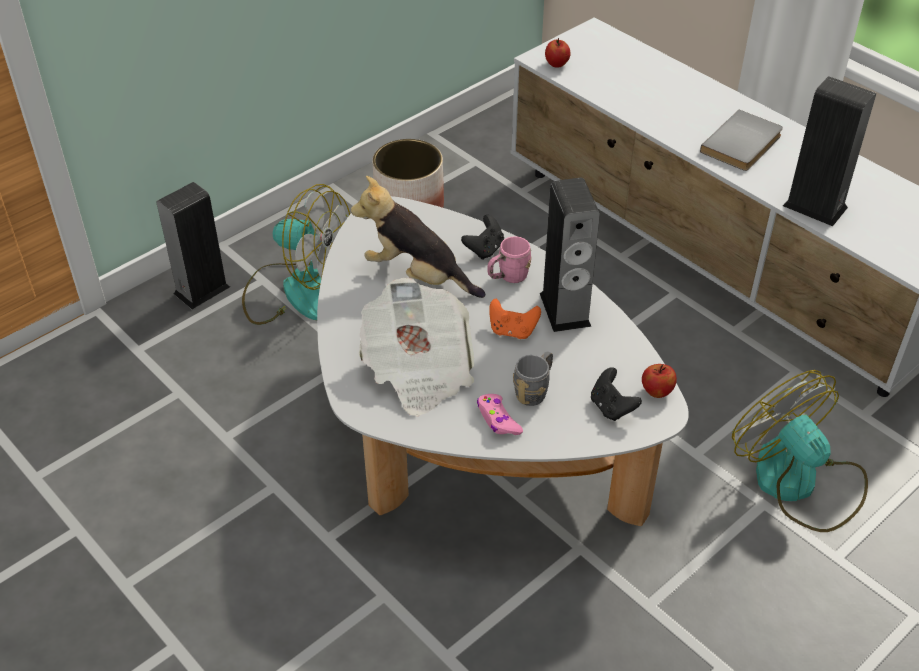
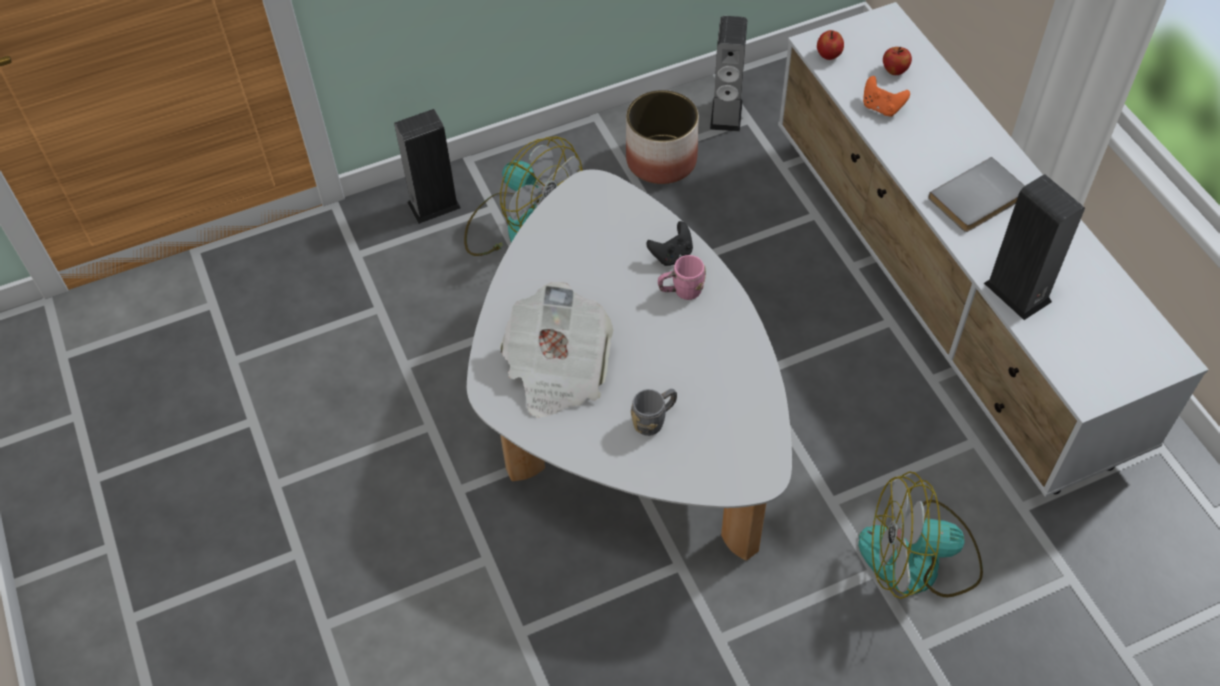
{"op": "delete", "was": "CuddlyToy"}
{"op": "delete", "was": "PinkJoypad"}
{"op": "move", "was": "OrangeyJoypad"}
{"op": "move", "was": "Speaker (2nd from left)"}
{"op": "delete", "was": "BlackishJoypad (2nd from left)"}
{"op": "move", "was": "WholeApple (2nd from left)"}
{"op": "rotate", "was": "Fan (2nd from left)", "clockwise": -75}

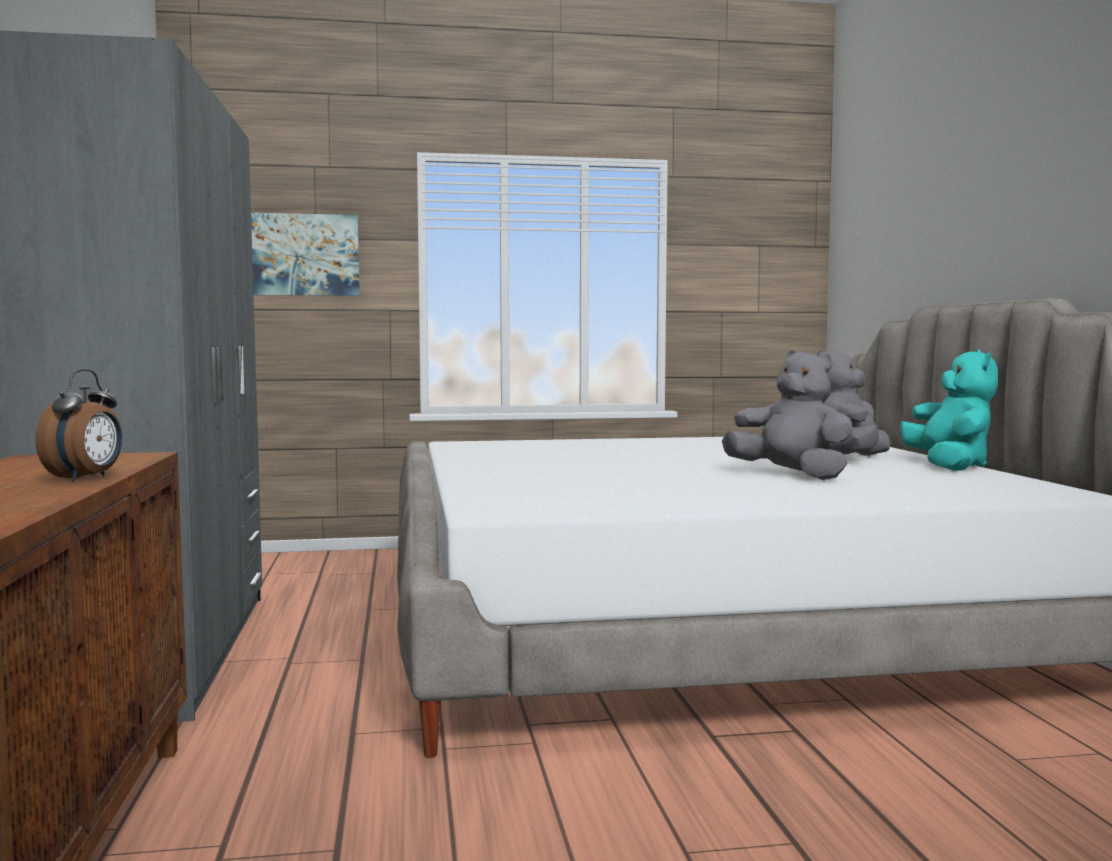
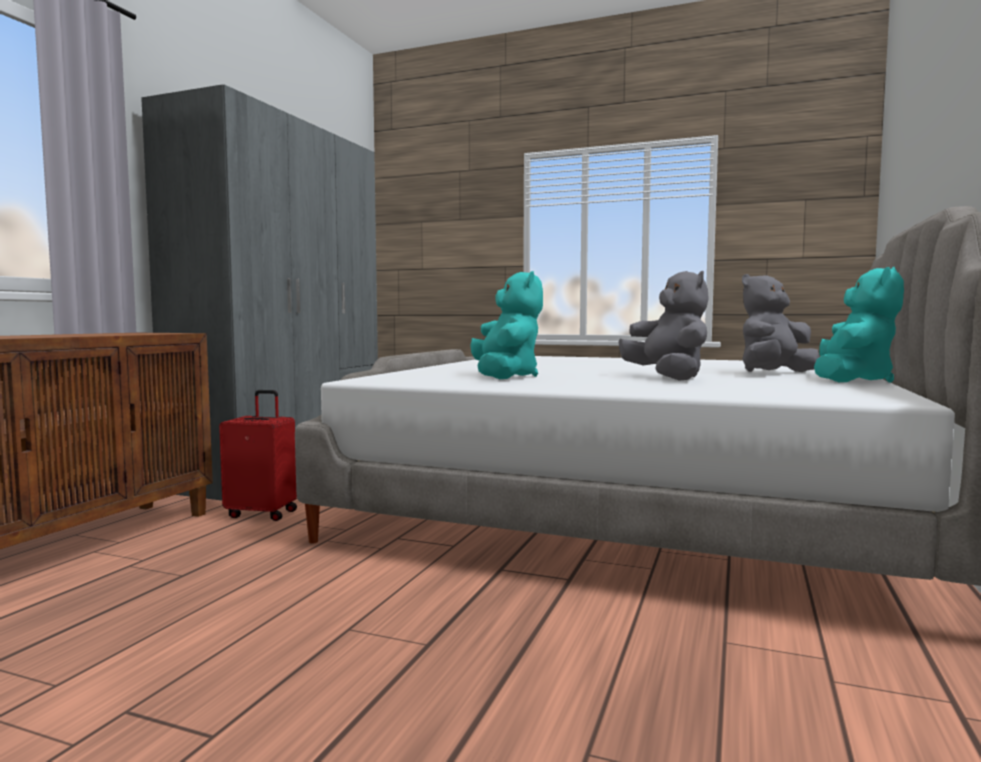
{"op": "delete", "was": "TableClock"}
{"op": "delete", "was": "WallPicture"}
{"op": "insert", "now": "RedColouredSuitcase"}
{"op": "insert", "now": "TurquoiseCuddlyToy (1st from left)"}

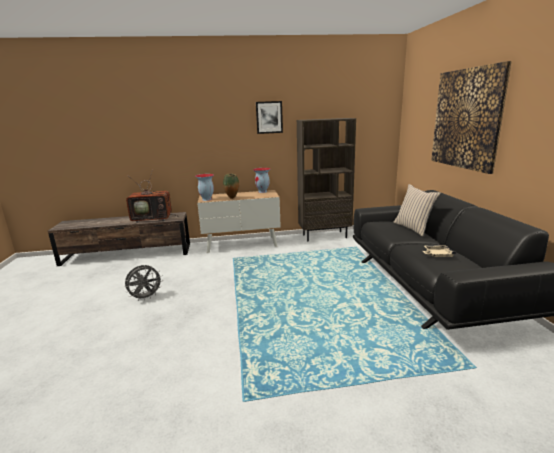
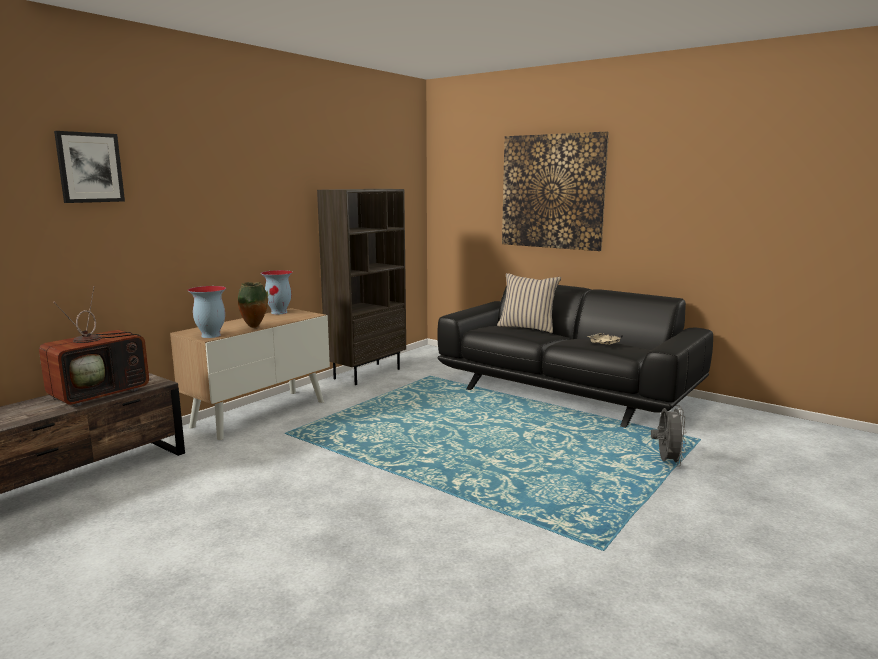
{"op": "move", "was": "GreyishFan"}
{"op": "move", "was": "WallPicture (1st from left)"}

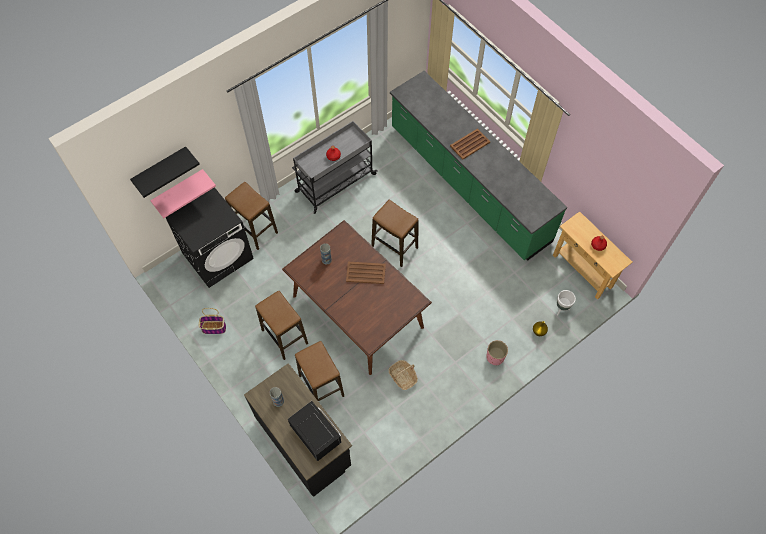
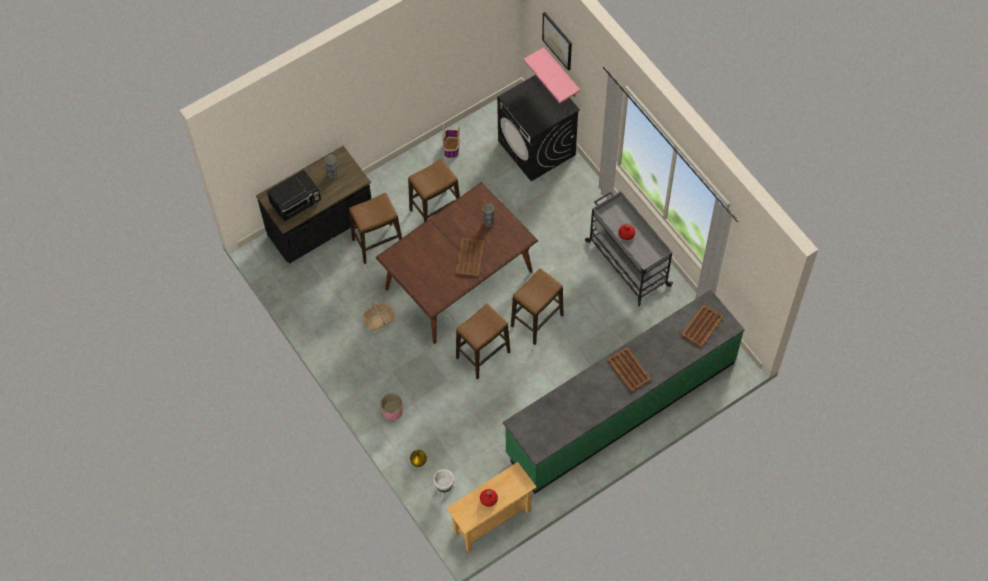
{"op": "replace", "was": "BlackishWallShelf", "now": "WallPicture"}
{"op": "move", "was": "StoolSeat (1st from left in the first image)", "now": "StoolSeat (3rd from left)"}
{"op": "insert", "now": "BrownColouredCarryingTray (3rd from left)"}

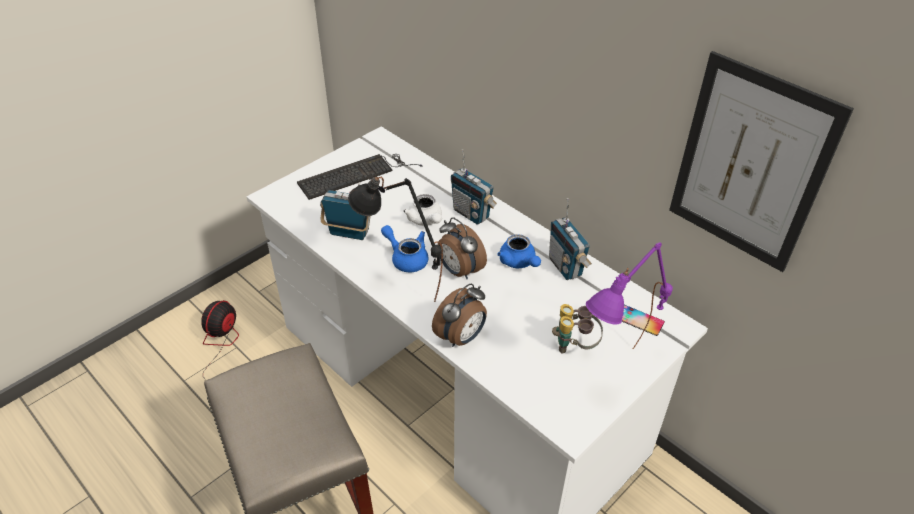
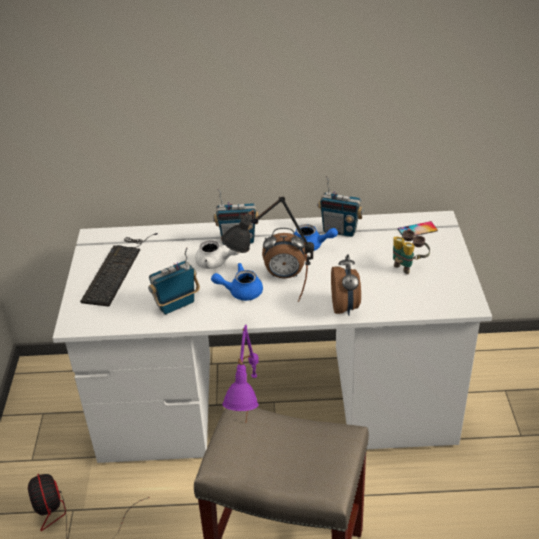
{"op": "move", "was": "PurpleTabletopLamp"}
{"op": "delete", "was": "WallPicture"}

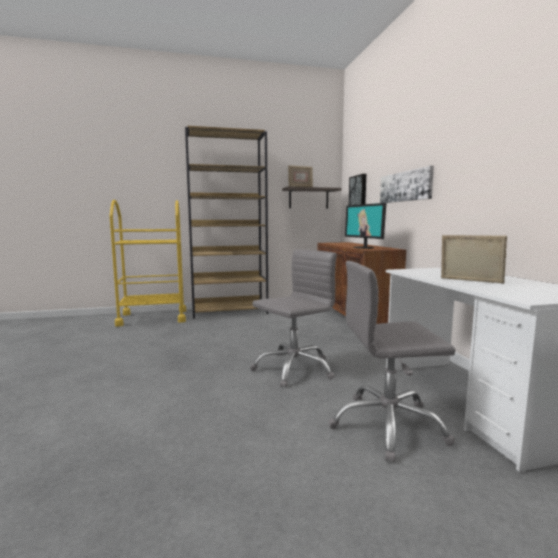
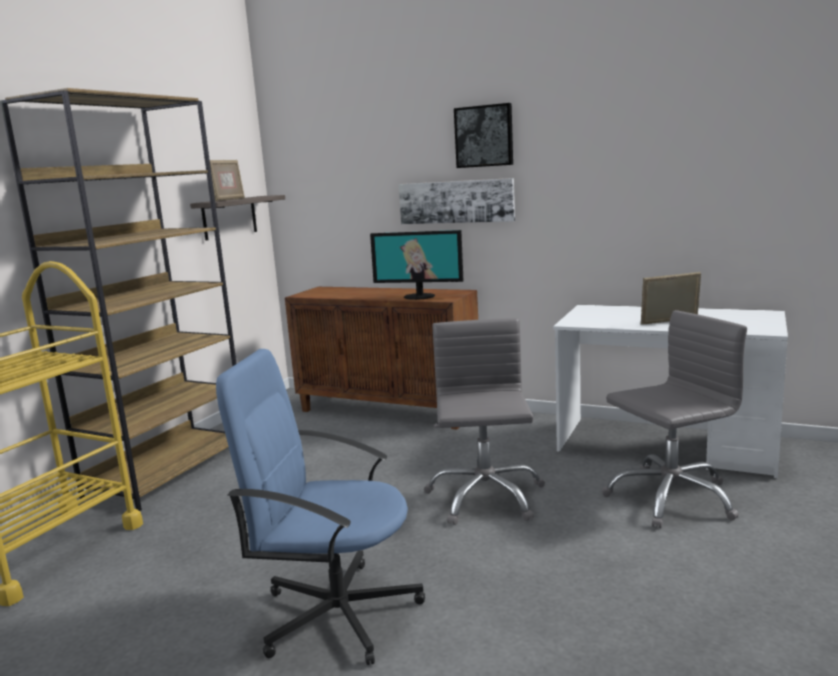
{"op": "rotate", "was": "GreyishOfficeChair (2nd from left)", "clockwise": -150}
{"op": "move", "was": "WallPicture (1st from left in the first image)", "now": "WallPicture (2nd from left)"}
{"op": "insert", "now": "BlueColouredOfficeChair"}

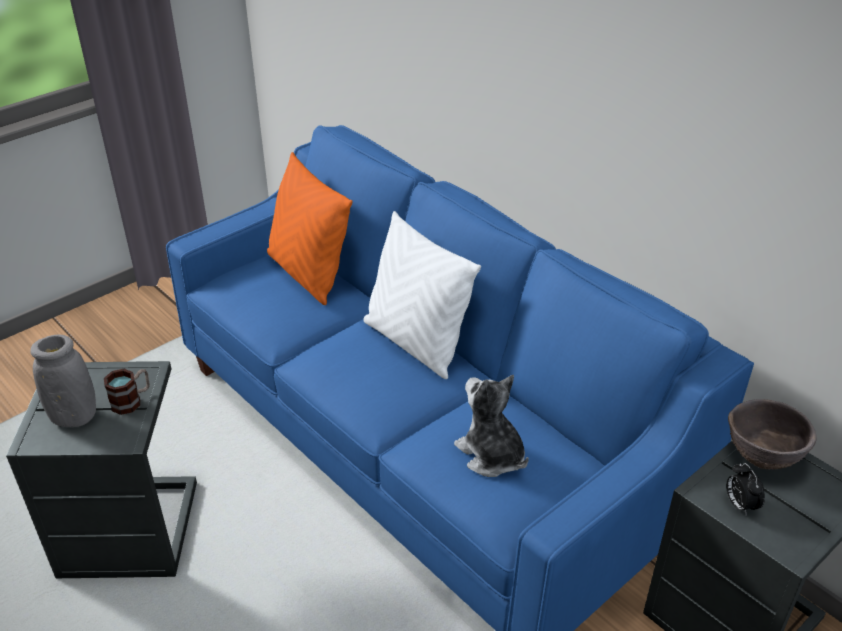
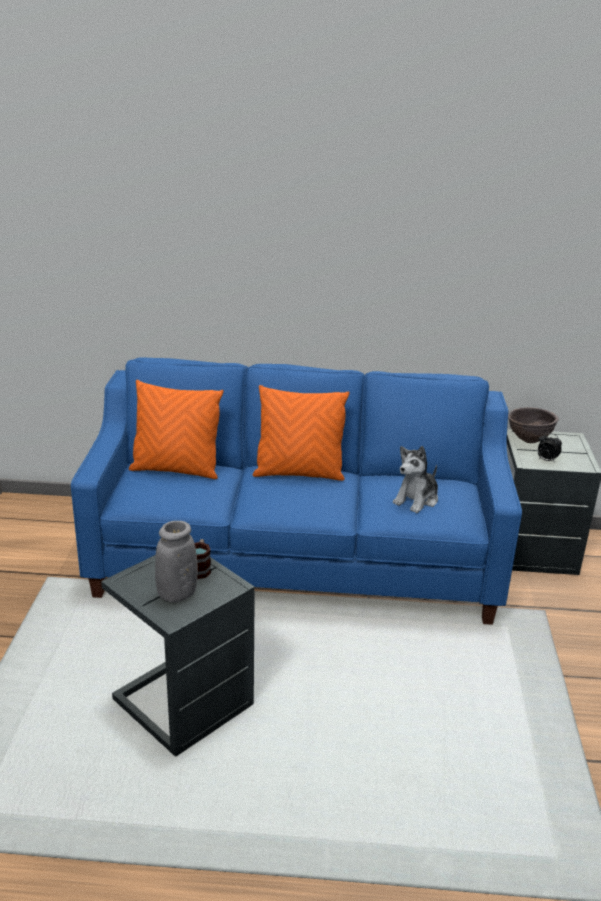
{"op": "recolor", "was": "WhiteColouredCushion", "now": "OrangeyCushion (2nd from left)"}
{"op": "rotate", "was": "CuddlyToy", "clockwise": -60}

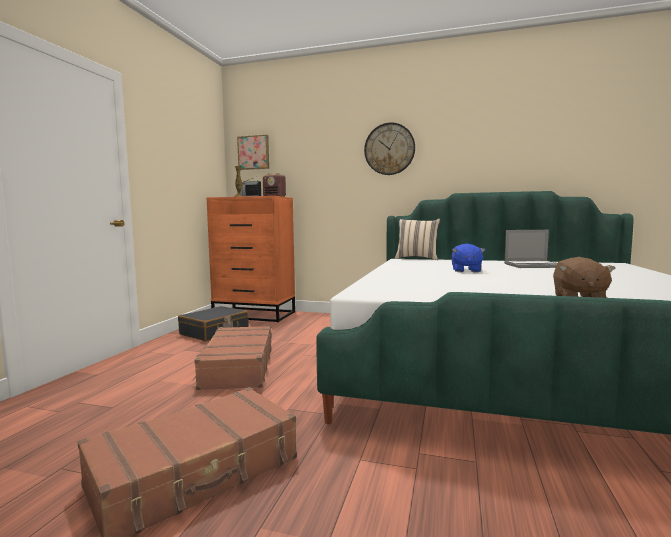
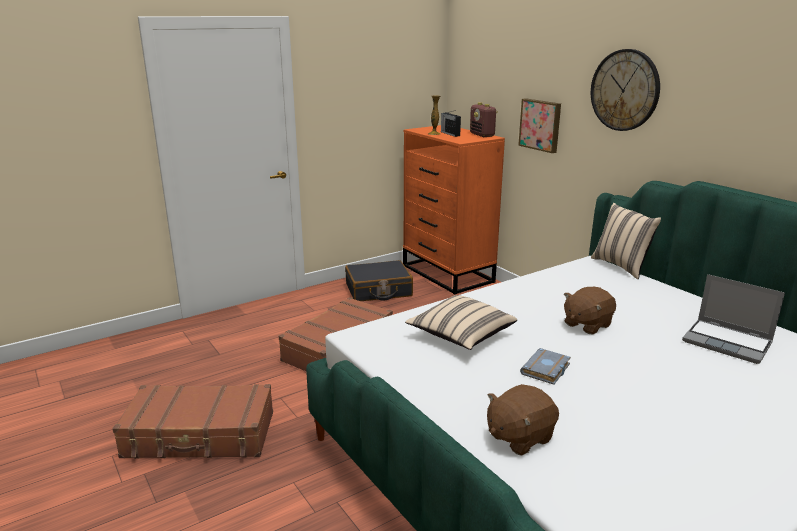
{"op": "move", "was": "WallPicture"}
{"op": "recolor", "was": "BlueColouredCuddlyToy", "now": "BrownColouredCuddlyToy (2nd from left)"}
{"op": "insert", "now": "BeigeColouredCushion (1st from left)"}
{"op": "insert", "now": "GreyishVolume"}

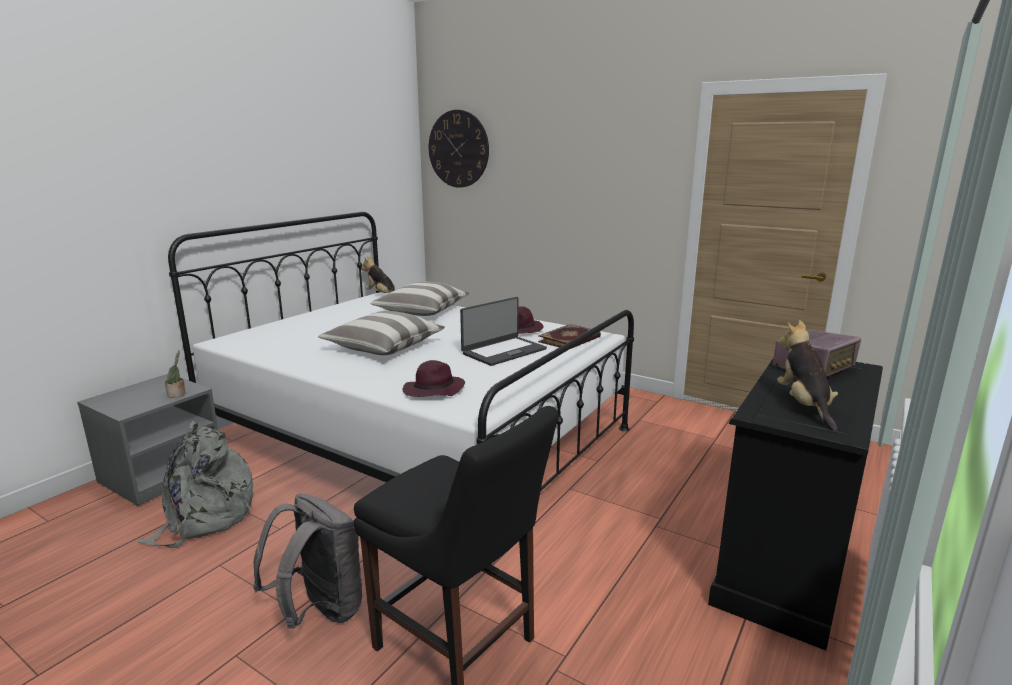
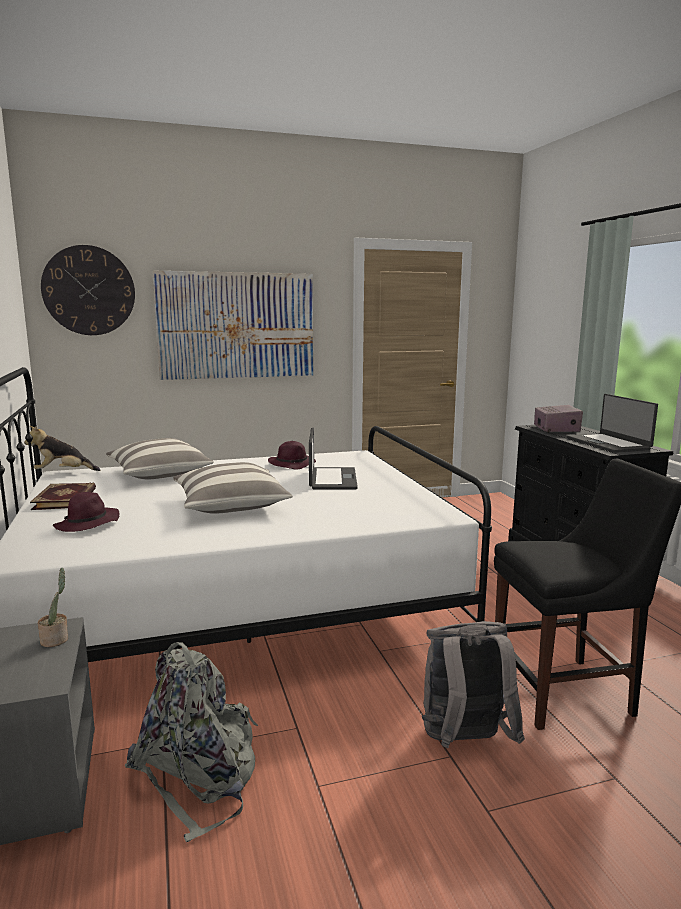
{"op": "move", "was": "PurpleClothingHat (1st from left)"}
{"op": "move", "was": "Volume"}
{"op": "replace", "was": "CuddlyToy (2nd from left)", "now": "Laptop (2nd from left)"}
{"op": "insert", "now": "WallPicture"}

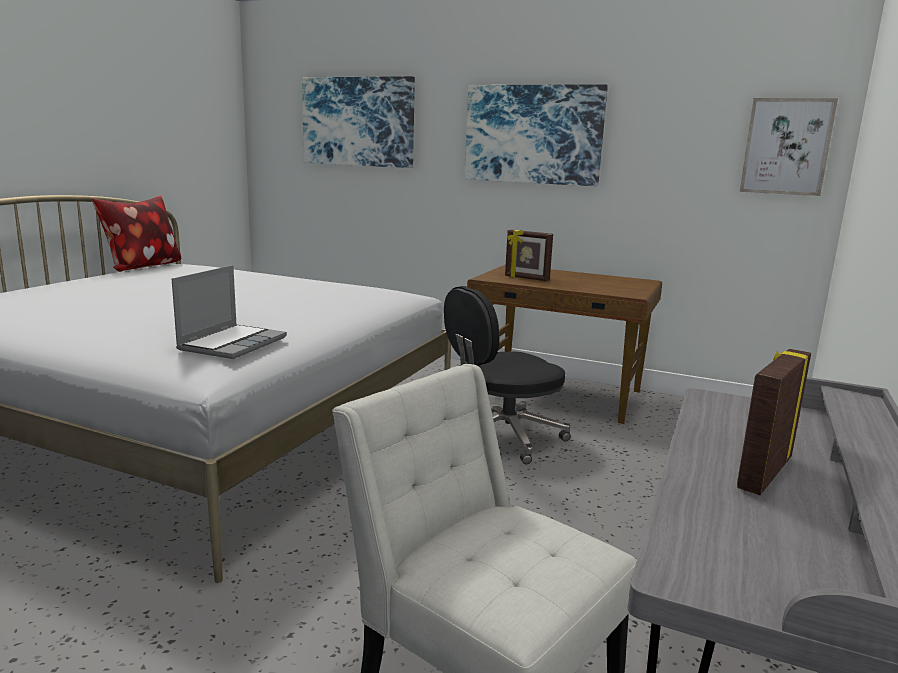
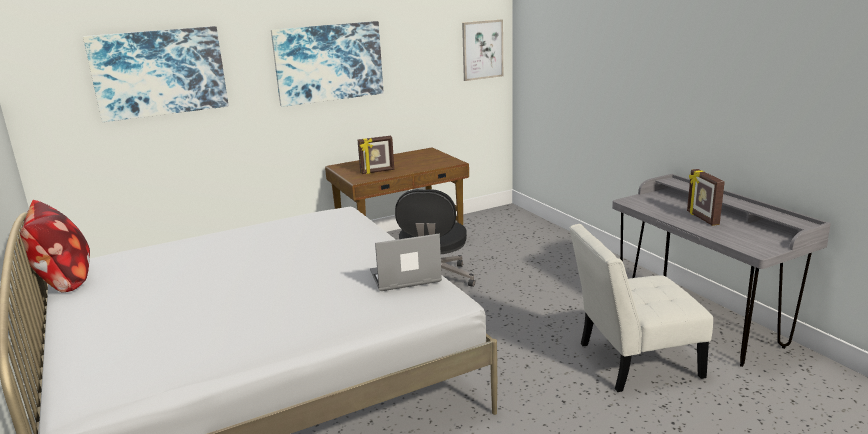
{"op": "rotate", "was": "Laptop", "clockwise": -75}

